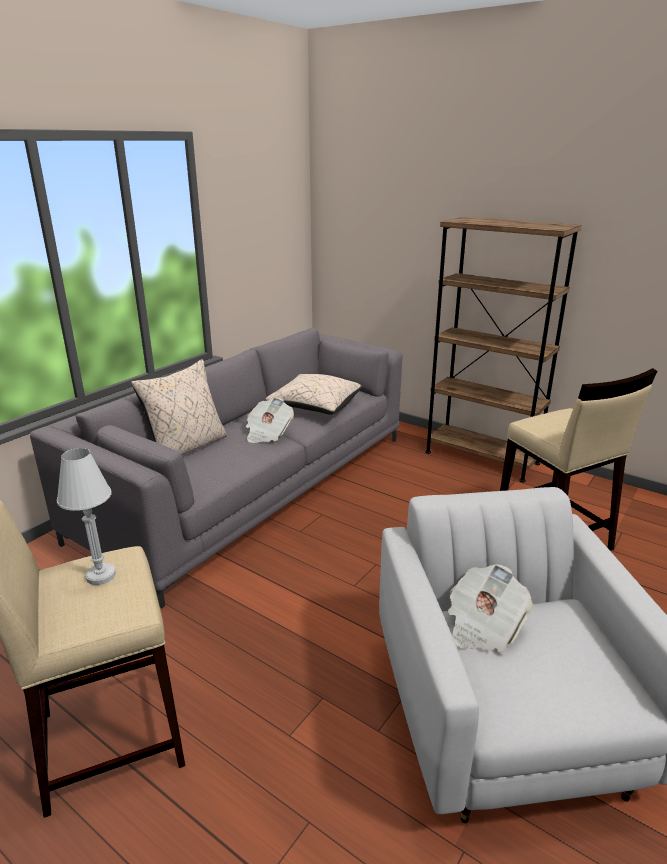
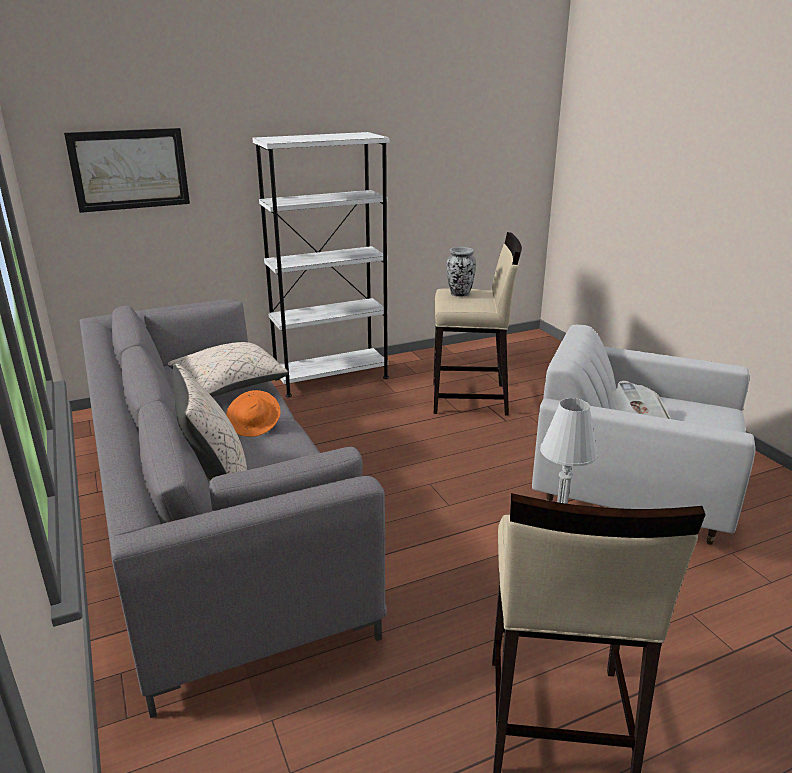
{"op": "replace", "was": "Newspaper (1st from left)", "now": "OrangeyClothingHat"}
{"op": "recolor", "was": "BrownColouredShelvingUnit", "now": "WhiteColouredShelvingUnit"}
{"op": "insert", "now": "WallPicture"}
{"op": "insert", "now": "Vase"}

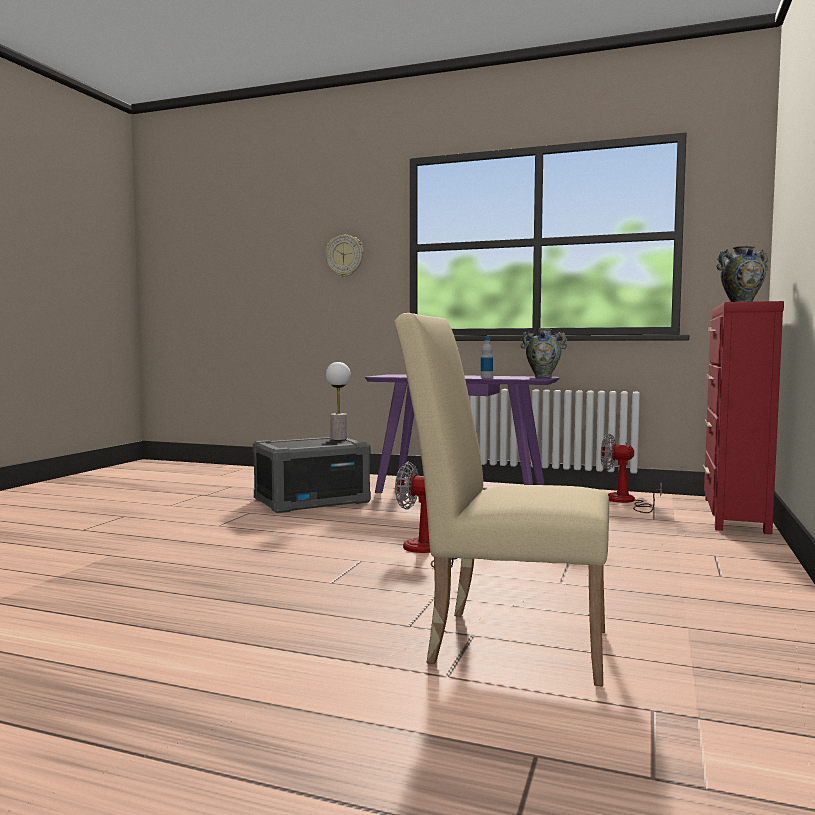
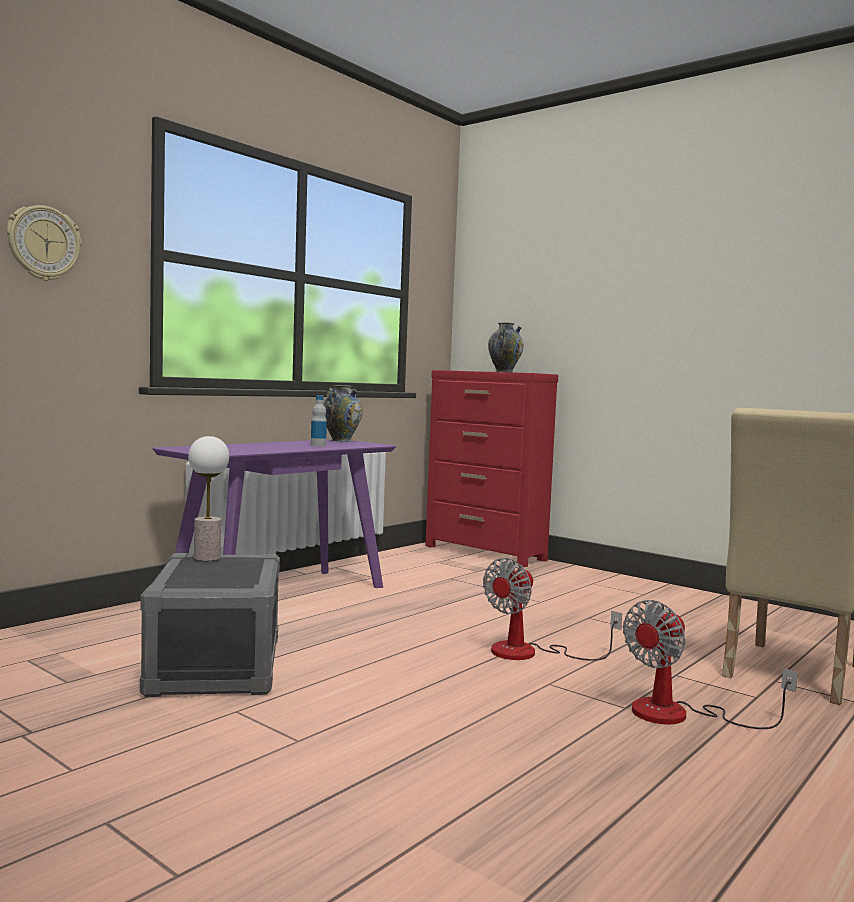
{"op": "move", "was": "Fan (2nd from left)"}

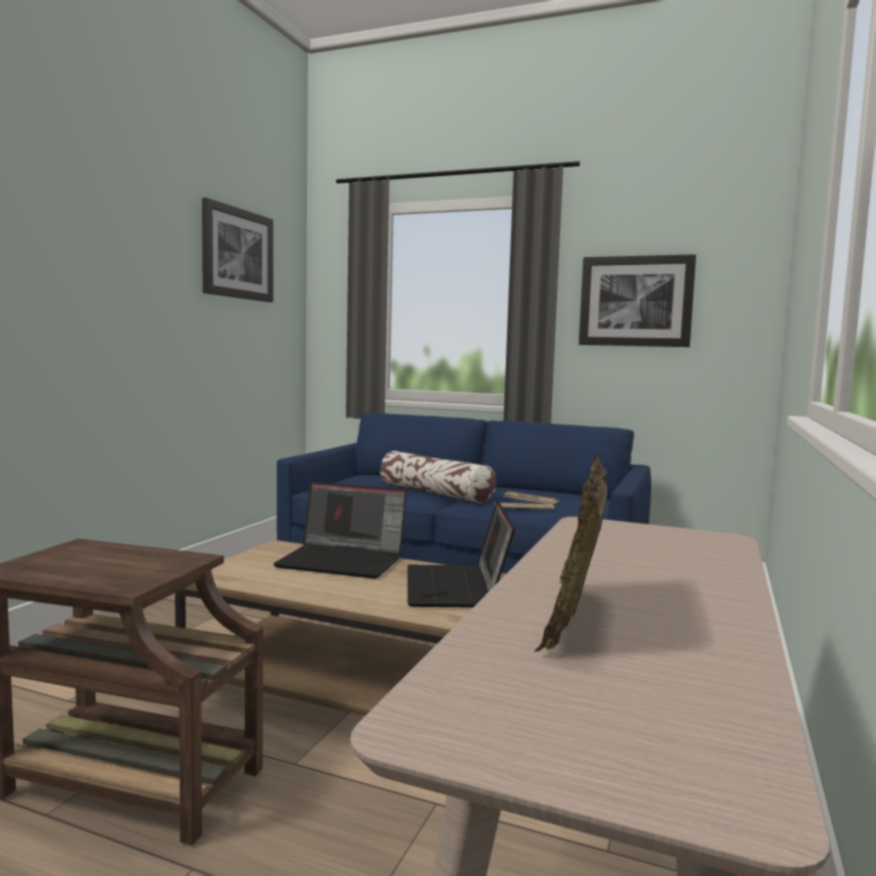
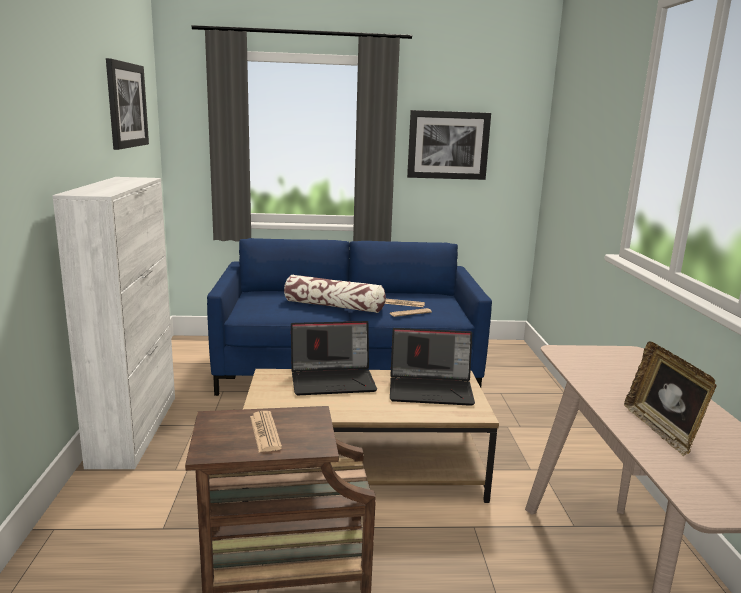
{"op": "rotate", "was": "Laptop (2nd from left)", "clockwise": -60}
{"op": "insert", "now": "WhiteColouredCabinet"}
{"op": "insert", "now": "Newspaper (1st from left)"}

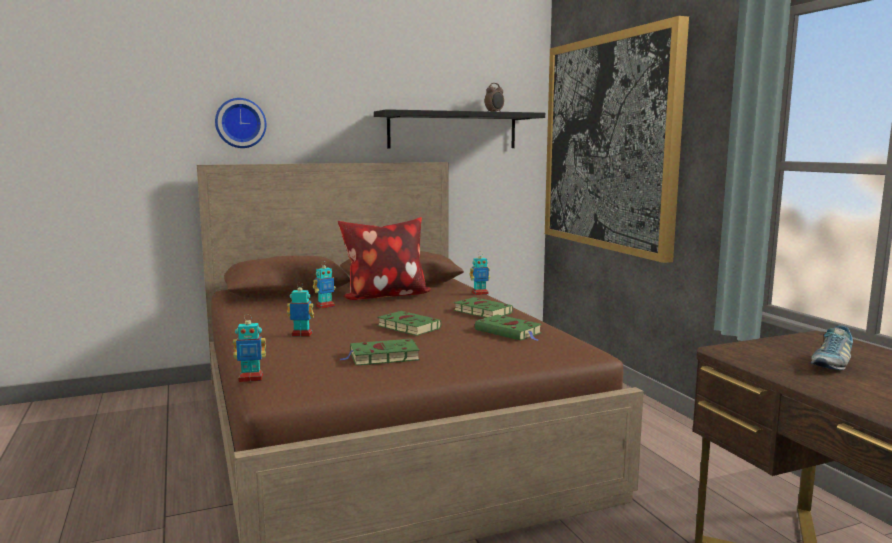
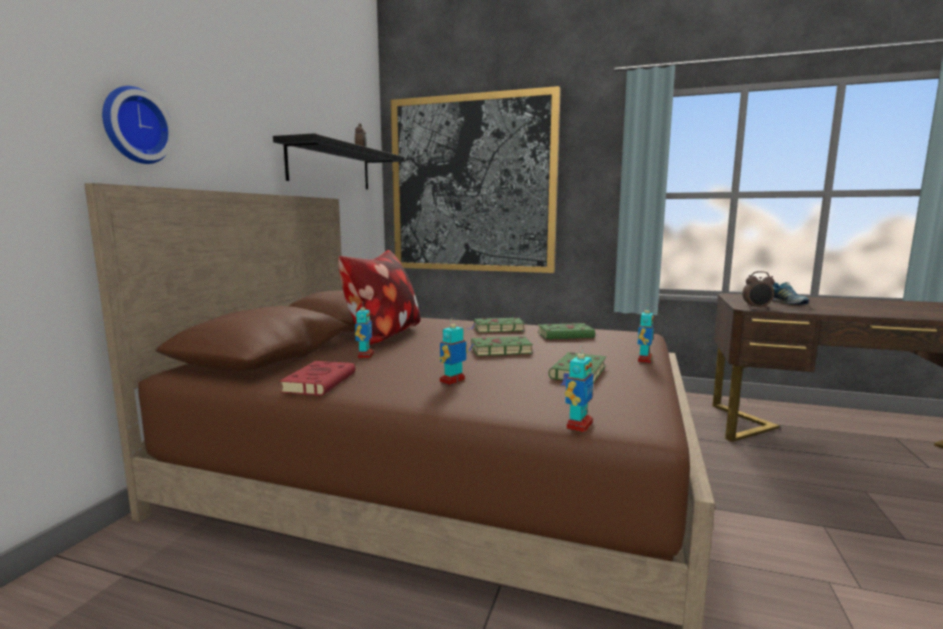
{"op": "move", "was": "RobotFigure (4th from left)"}
{"op": "insert", "now": "RedColouredVolume"}
{"op": "insert", "now": "TableClock (2nd from left)"}

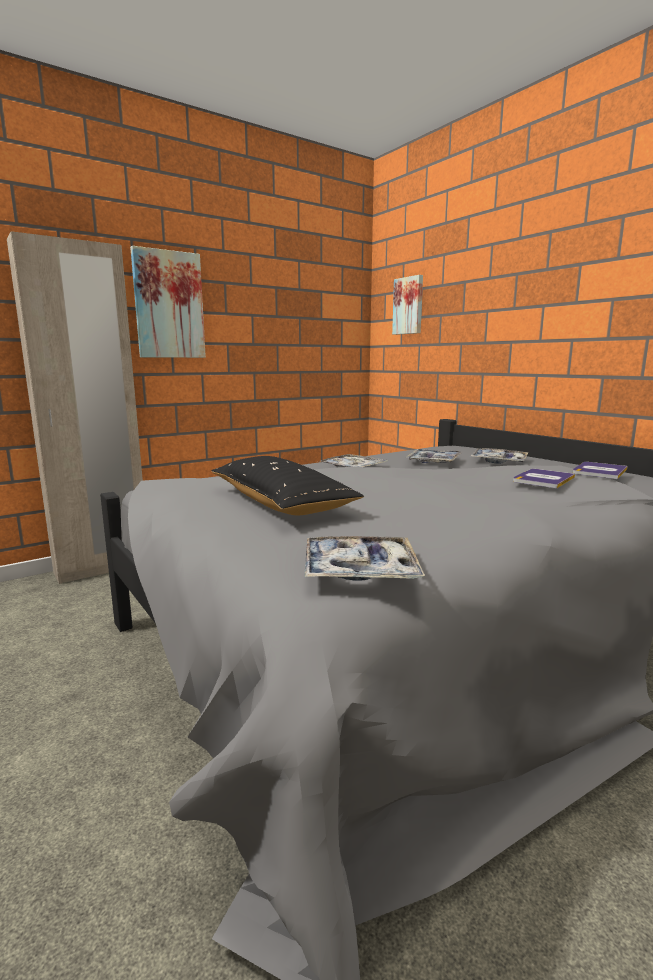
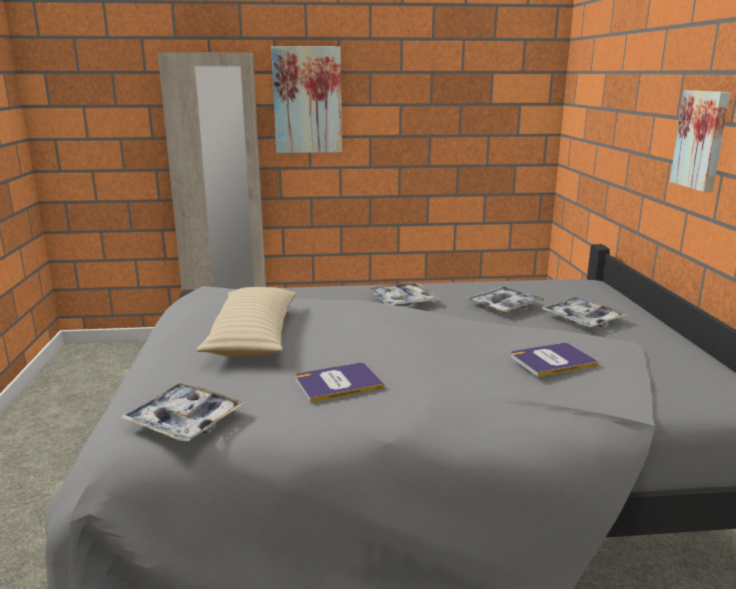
{"op": "recolor", "was": "BlackishCushion", "now": "BeigeColouredCushion"}
{"op": "move", "was": "WallPicture (2nd from left)"}
{"op": "move", "was": "Volume (2nd from left in the first image)", "now": "Volume (1st from left)"}

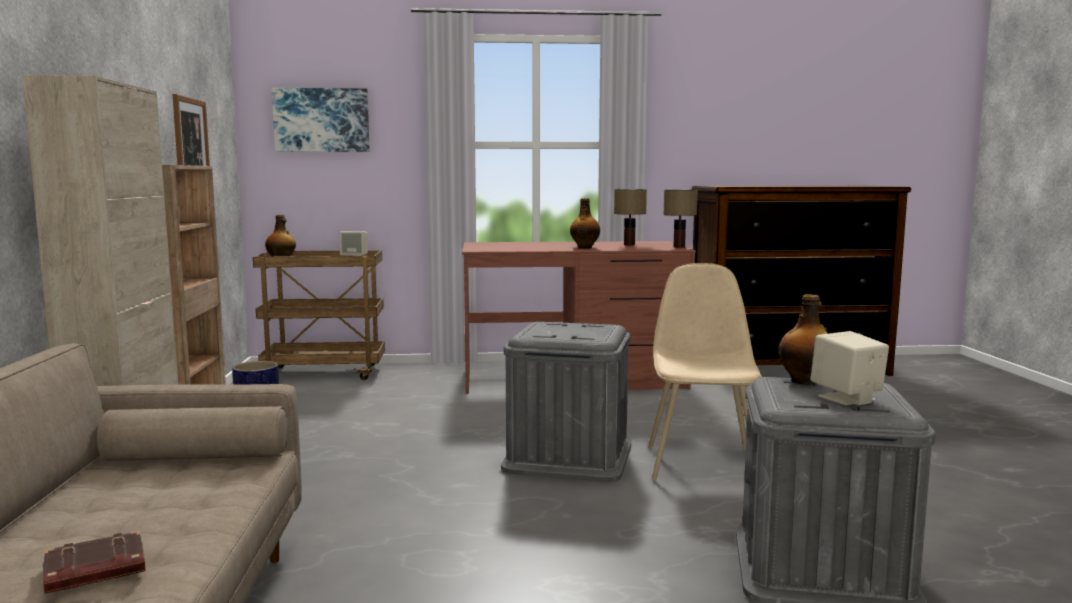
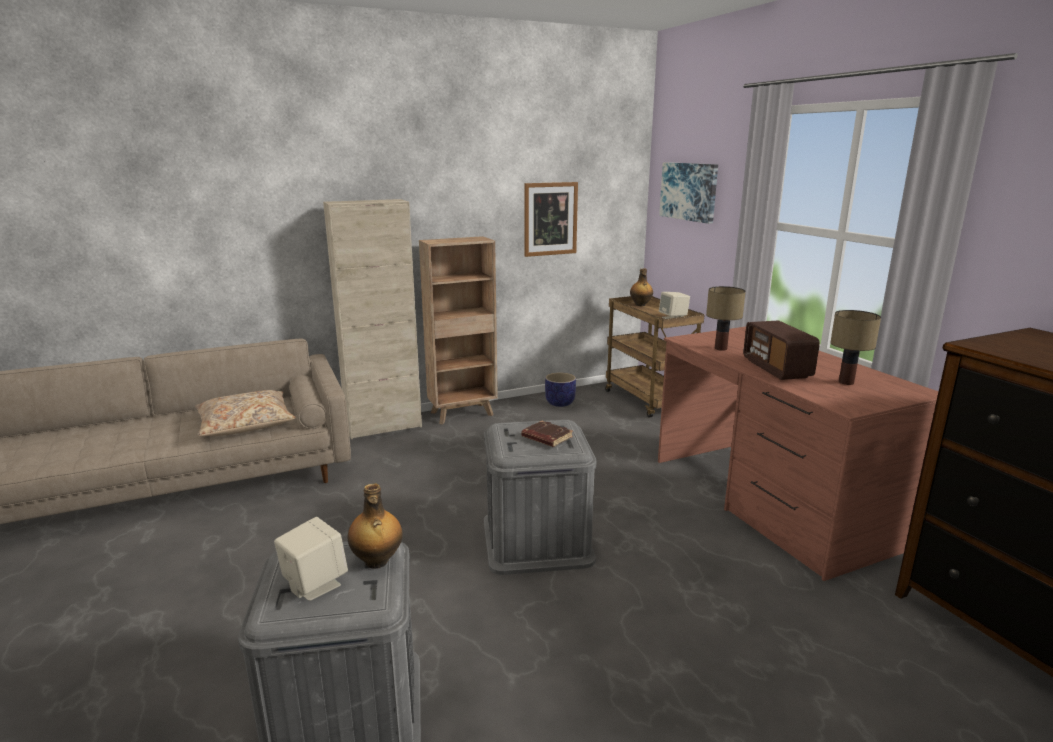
{"op": "move", "was": "BrownColouredVolume"}
{"op": "replace", "was": "DrinkBottle (2nd from left)", "now": "Radio"}
{"op": "delete", "was": "BeigeColouredUprightChair"}
{"op": "move", "was": "TabletopLamp (2nd from left in the first image)", "now": "TabletopLamp (1st from left)"}
{"op": "insert", "now": "BeigeColouredCushion"}

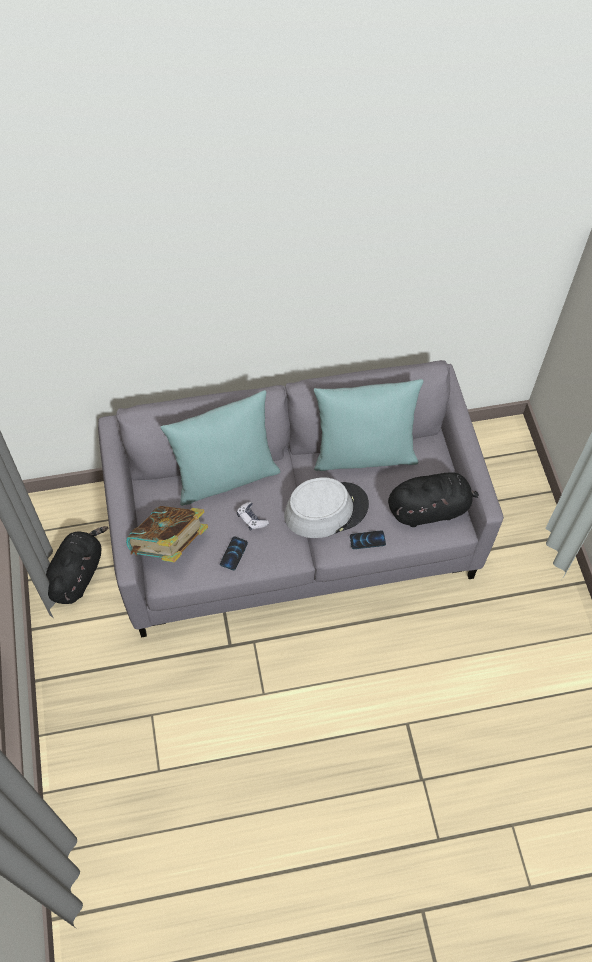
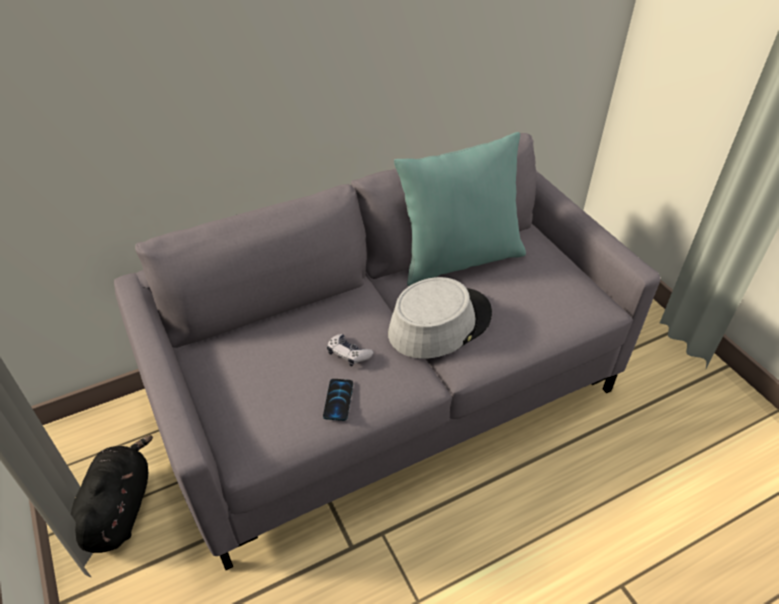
{"op": "delete", "was": "Volume"}
{"op": "delete", "was": "TurquoiseCushion (1st from left)"}
{"op": "delete", "was": "Telephone (2nd from left)"}
{"op": "delete", "was": "BlackishCuddlyToy (2nd from left)"}

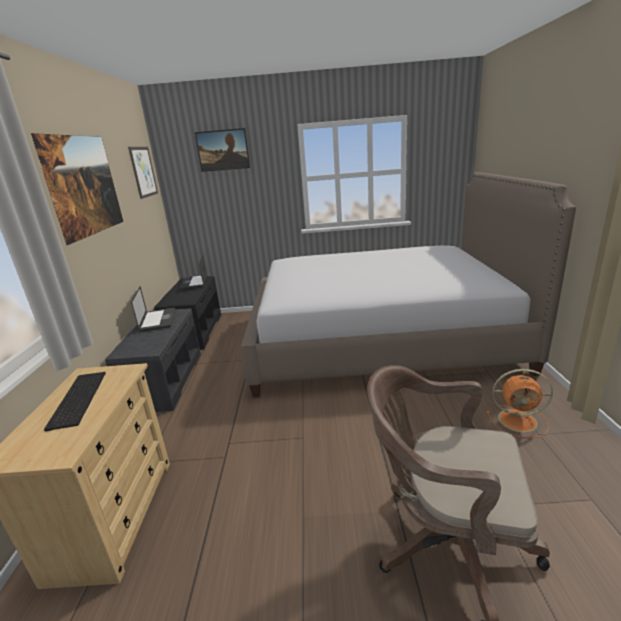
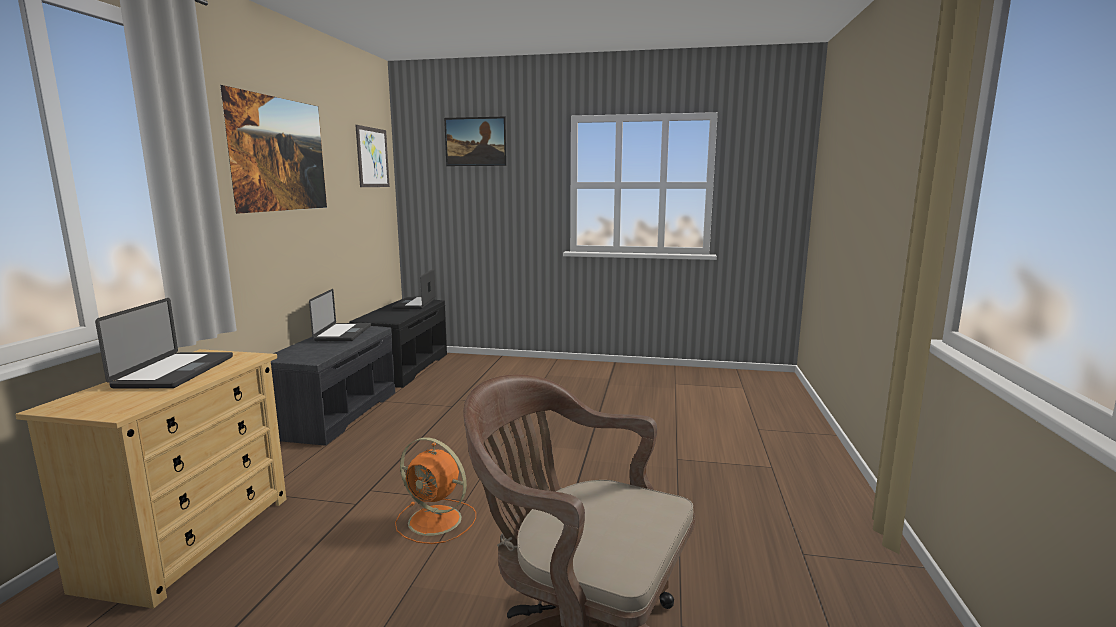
{"op": "replace", "was": "PcKeyboard", "now": "Laptop (1st from left)"}
{"op": "delete", "was": "BedroomBed"}
{"op": "move", "was": "OrangeyFan"}

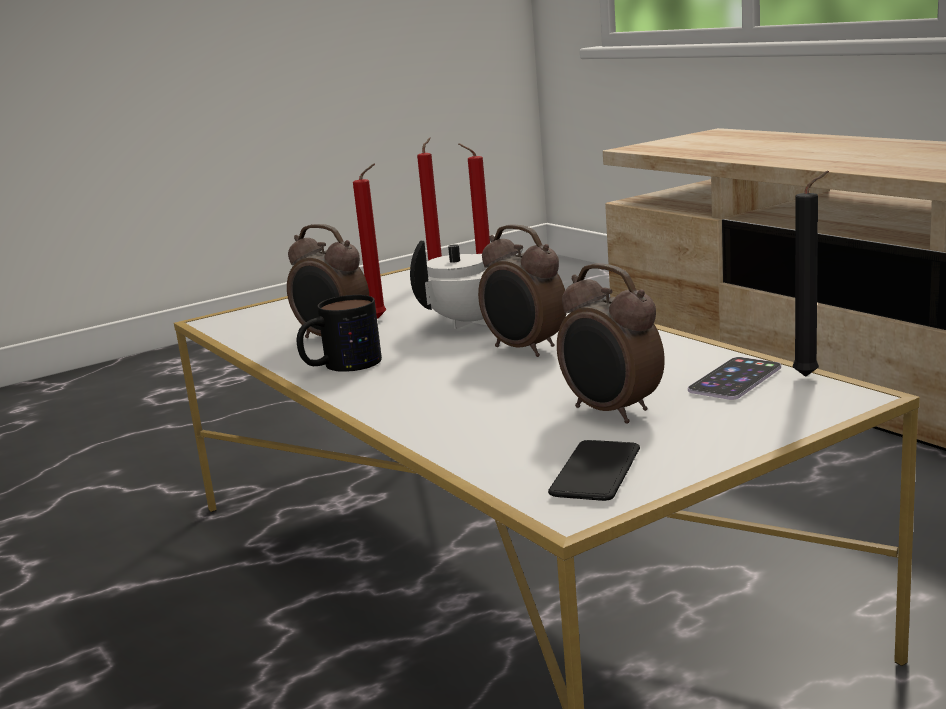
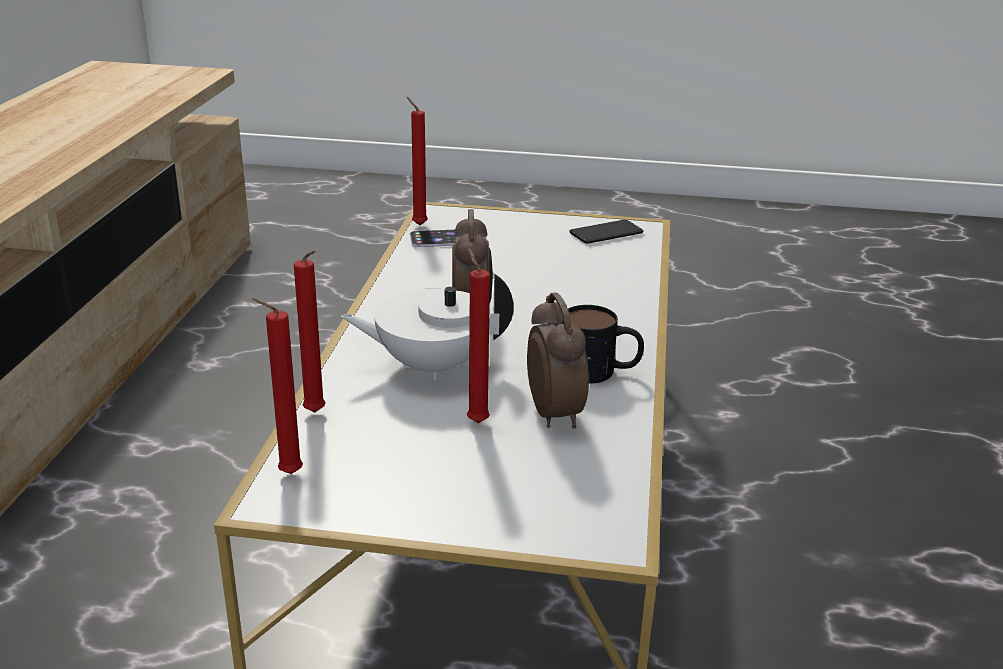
{"op": "delete", "was": "TableClock (3rd from left)"}
{"op": "recolor", "was": "BlackishCandle", "now": "RedColouredCandle (3rd from left)"}

